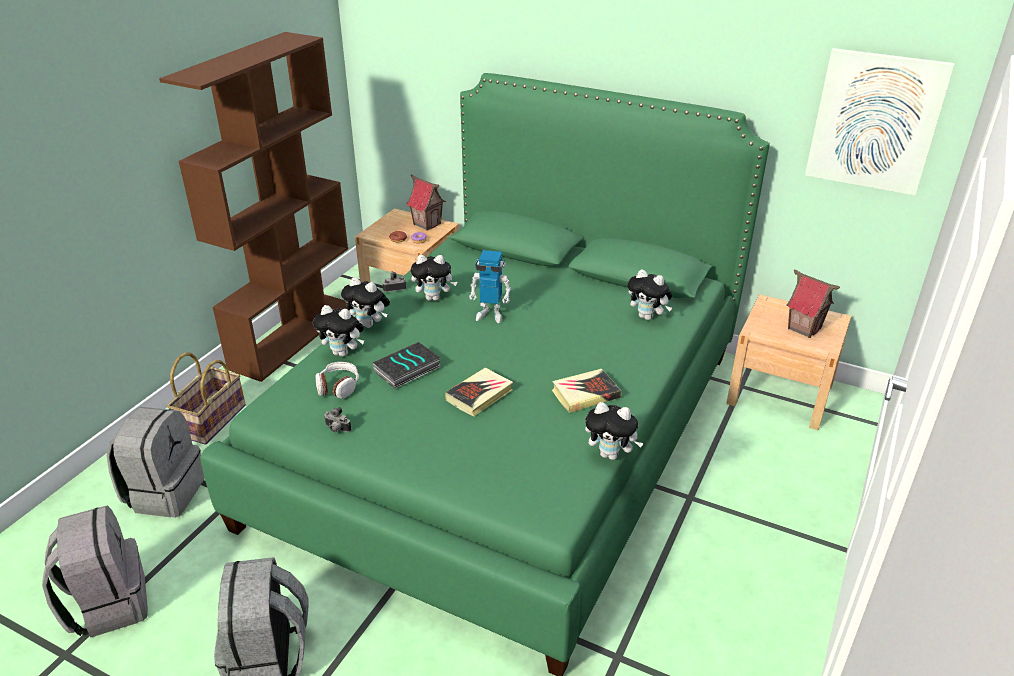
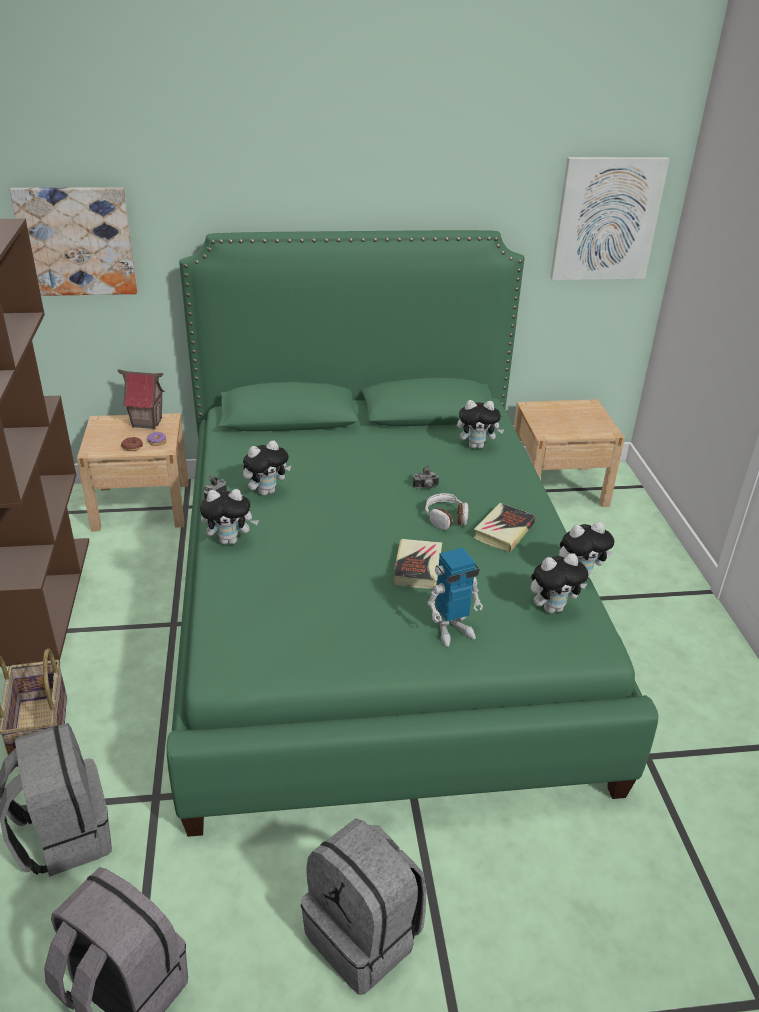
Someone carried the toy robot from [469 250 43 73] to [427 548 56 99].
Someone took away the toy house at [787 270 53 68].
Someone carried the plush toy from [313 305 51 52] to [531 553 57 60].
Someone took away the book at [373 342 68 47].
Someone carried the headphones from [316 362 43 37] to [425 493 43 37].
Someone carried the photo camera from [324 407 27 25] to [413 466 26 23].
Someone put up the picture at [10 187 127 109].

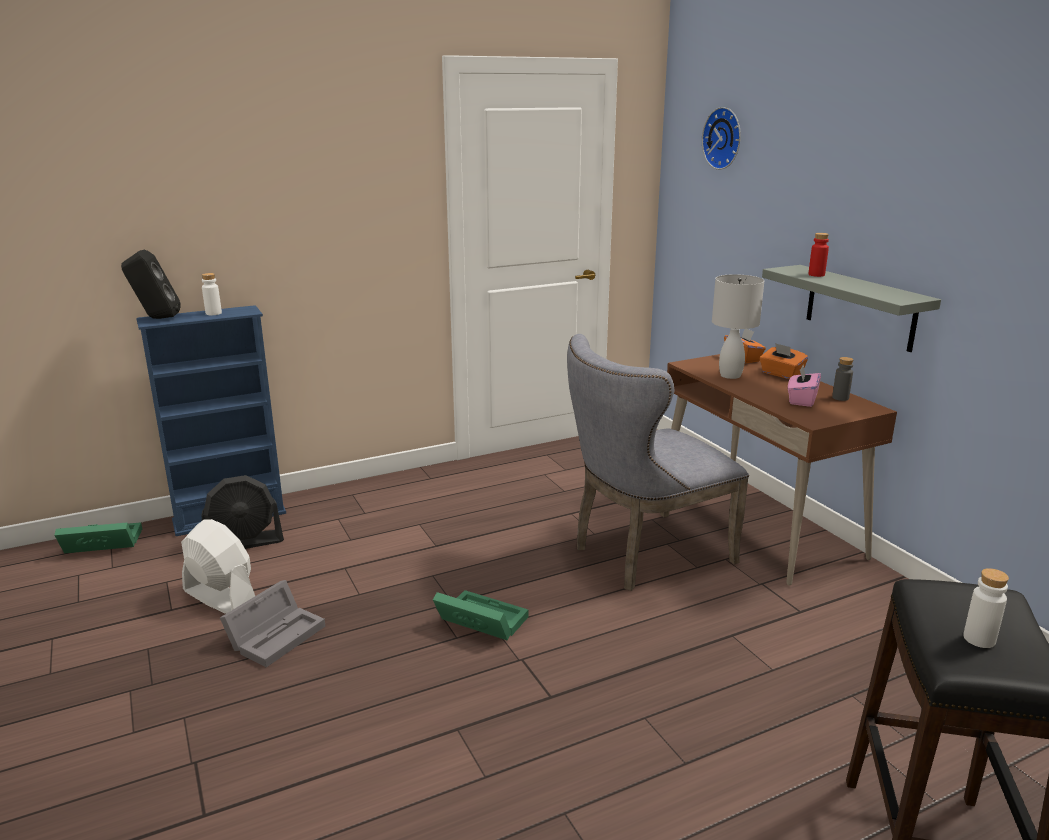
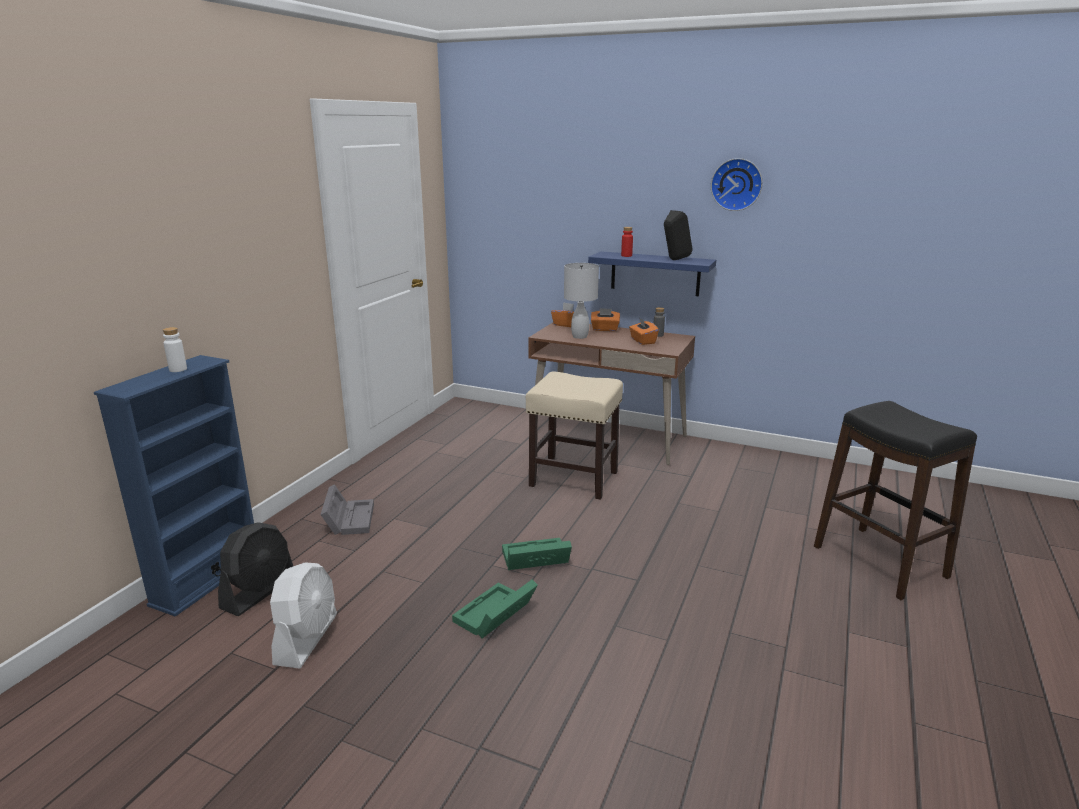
Someone carried the wall clock from [702 107 39 63] to [711 158 52 53].
Someone carried the speaker (black) from [121 249 60 70] to [664 210 29 50].
Someone repainted the shelf (grey) at [762 265 179 87], which became the shelf (blue) at [588 251 128 46].
Someone swapped the chair (grey) at [567 334 182 257] for the stool (beige) at [526 371 97 129].
Someone repainted the tissue box (pink) at [788 366 33 41], which became the tissue box (orange) at [629 318 30 27].
Someone rotated the fan (white) at [181 519 74 95] by 105 degrees clockwise.
Someone carried the storage box (green) from [54 522 88 31] to [452 579 86 60].
Someone took away the bottle (white) at [963 568 46 80].
Someone carried the storage box (grey) from [220 580 105 87] to [320 484 54 51].

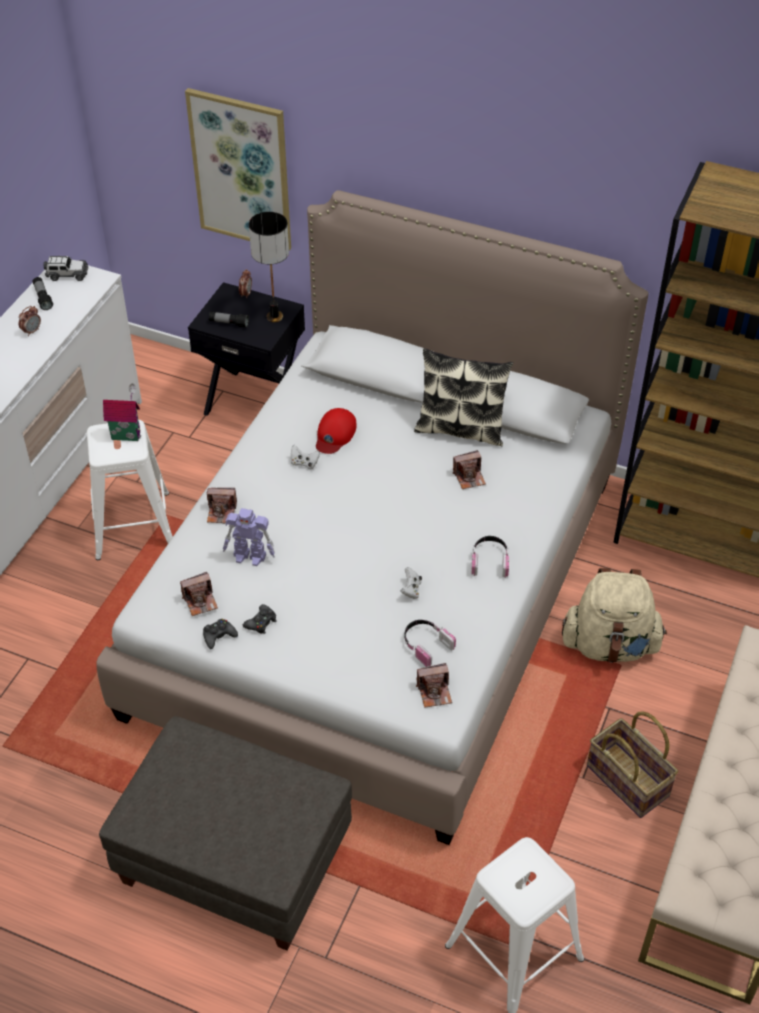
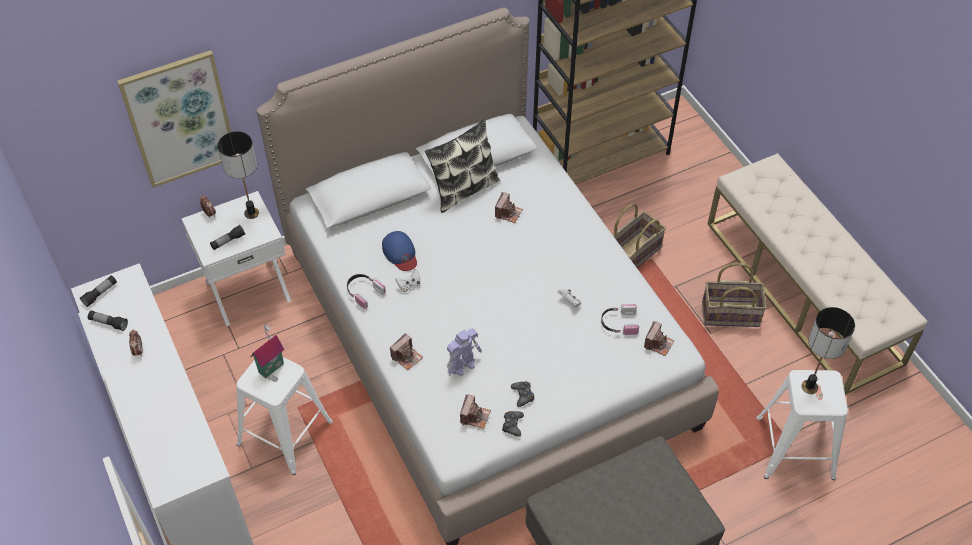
Someone swapped the toy car at [44 256 44 25] for the flashlight at [80 275 37 32].
Someone repainted the nightstand (black) at [188 282 117 134], which became the nightstand (white) at [182 191 109 135].
Someone repainted the cap (red) at [316 408 40 46], which became the cap (blue) at [382 231 35 40].
Someone carried the headphones from [471 536 38 41] to [347 274 39 35].
Someone swapped the backpack (beige) at [562 568 105 95] for the basket at [613 203 53 64].
Someone put down the table lamp at [802 307 53 87].

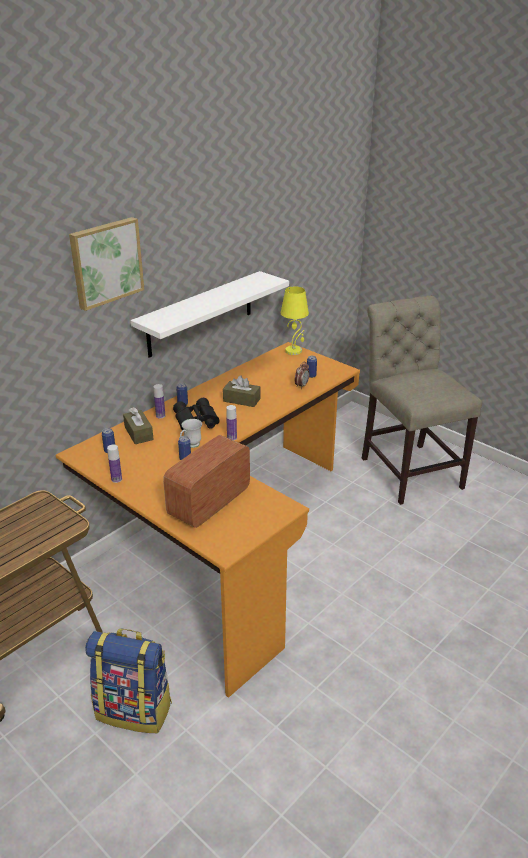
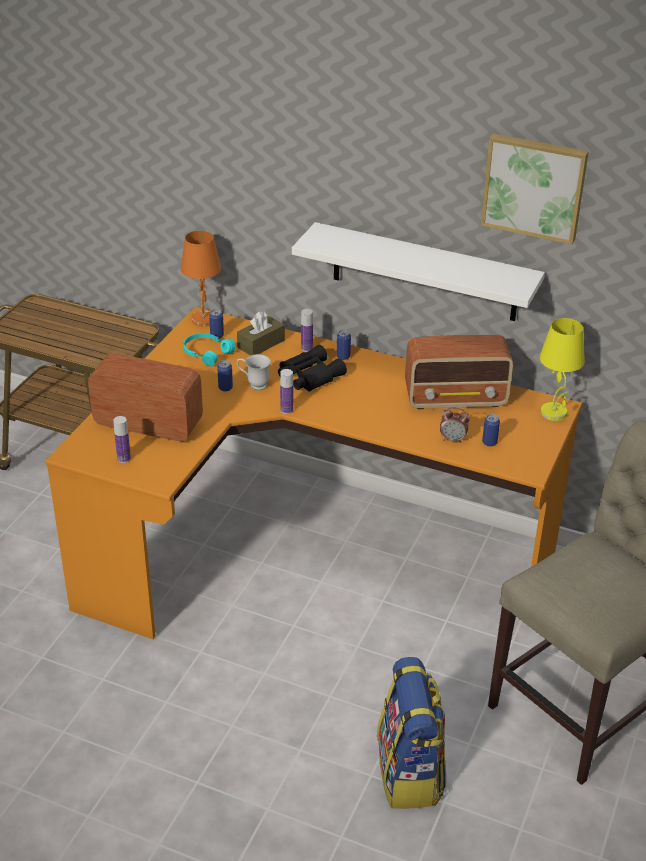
Someone carried the picture from [69 217 75 94] to [481 133 108 112].
Someone took away the tissue box (brown) at [223 375 37 32].
Someone carried the bottle from [107 445 15 38] to [113 416 18 47].
Someone carried the backpack from [85 628 87 105] to [377 657 69 152].
Someone put down the table lamp (orange) at [181 231 40 95].
Someone put down the headphones (turquoise) at [183 333 52 34].
Someone put down the radio at [405 335 108 74].

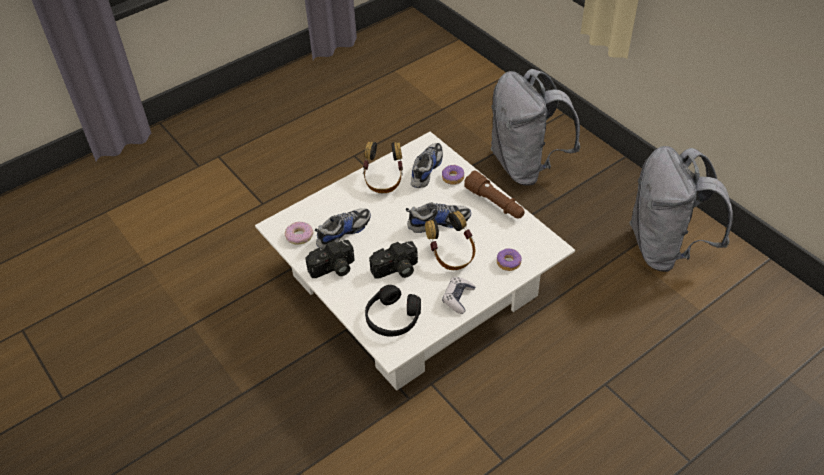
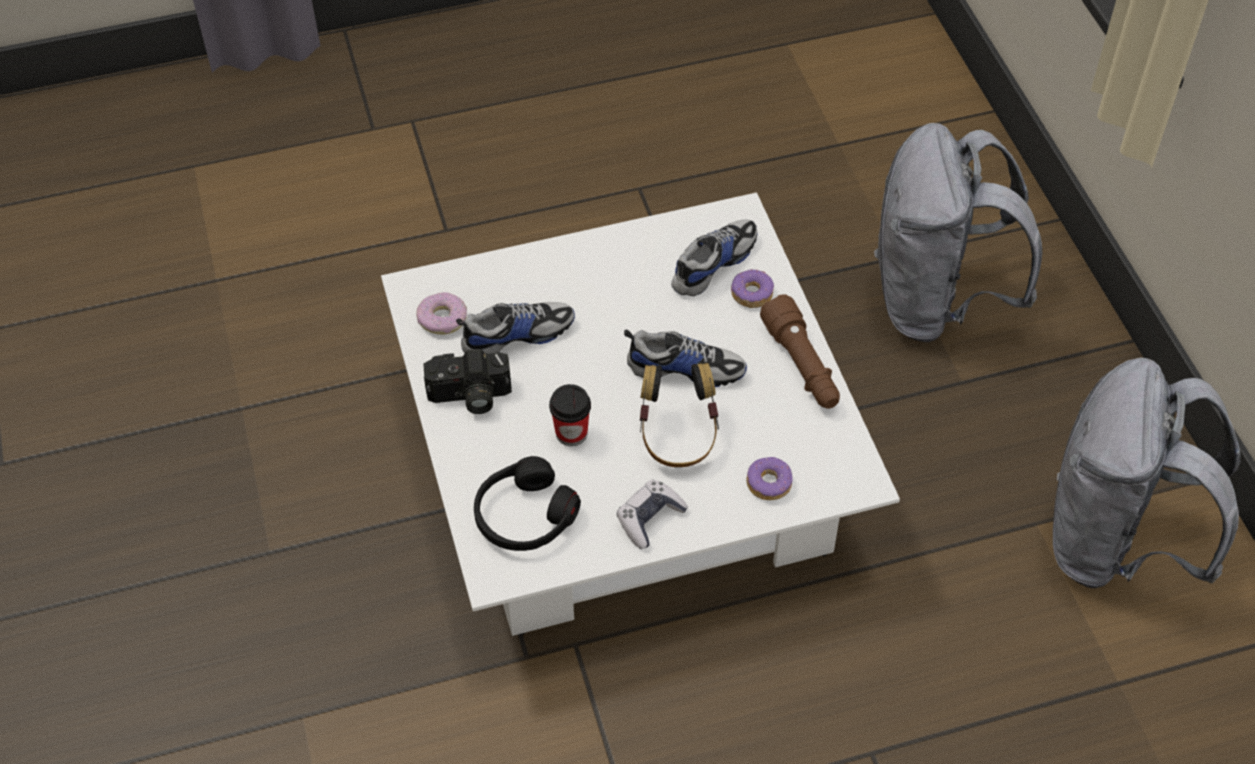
Someone took away the headphones at [363 142 40 51].
Someone swapped the photo camera at [369 241 49 37] for the cup at [549 384 42 62].

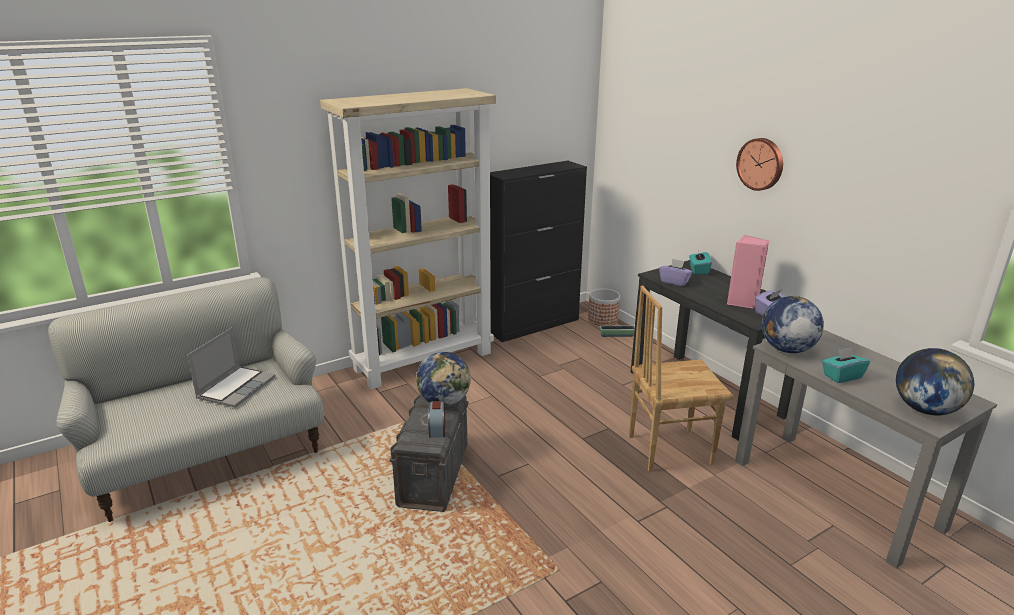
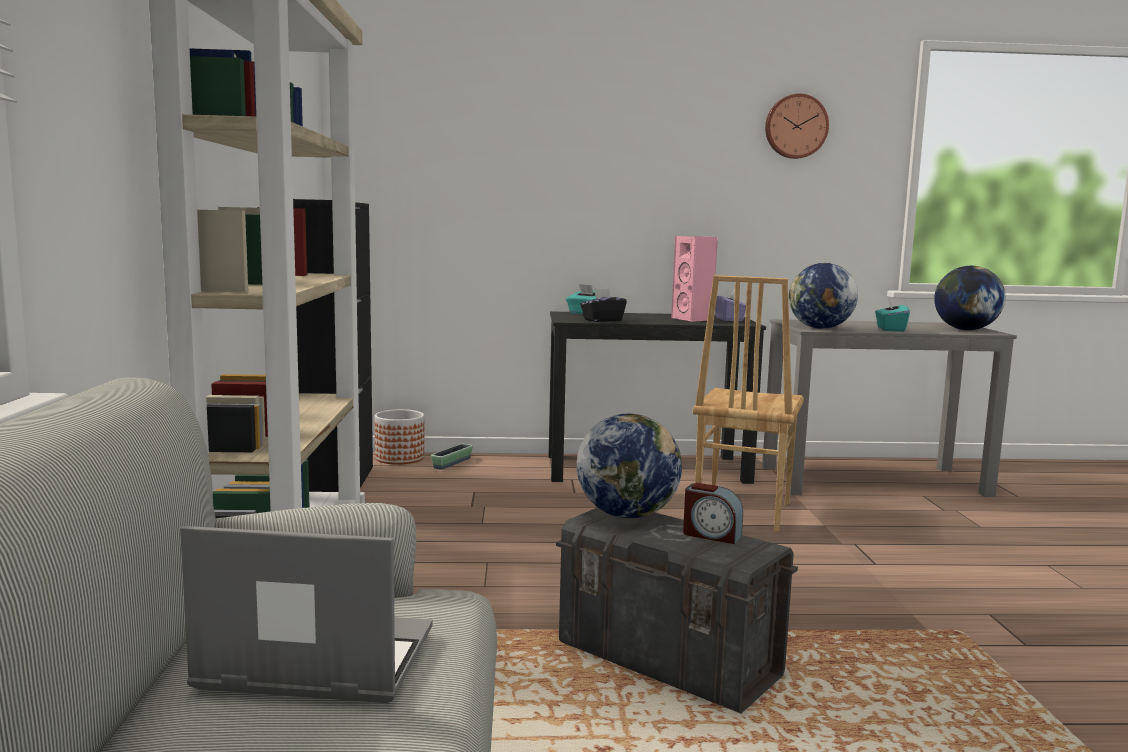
Someone carried the wall clock from [736 138 47 53] to [765 94 64 65].
Someone repainted the tissue box (purple) at [659 258 34 28], which became the tissue box (black) at [580 288 47 34].
Someone rotated the laptop at [187 327 89 81] by 45 degrees counterclockwise.

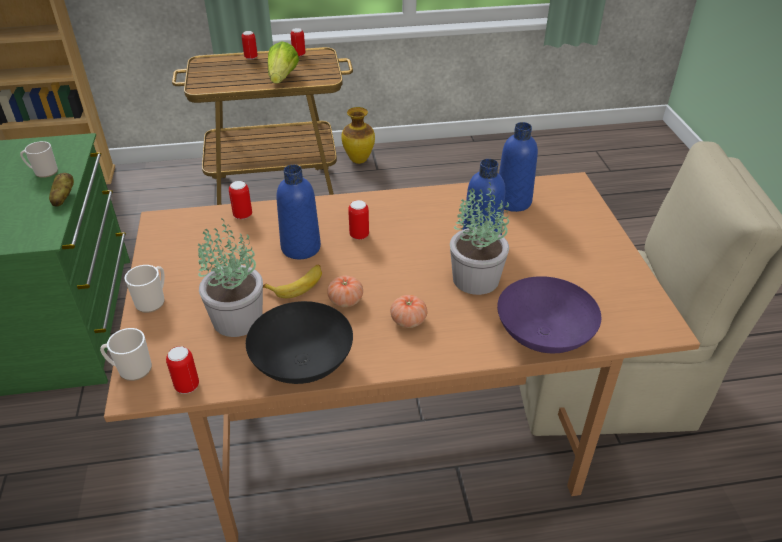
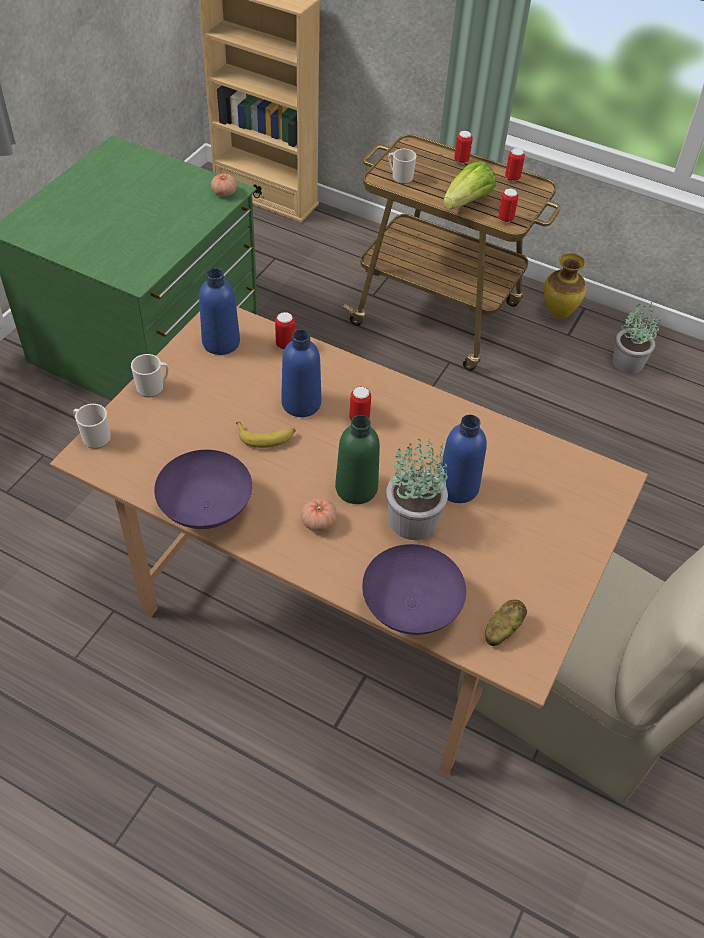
Someone carried the bottle (blue) from [499 122 39 90] to [199 268 41 87].
Someone carried the mug from [20 141 38 37] to [388 149 28 35].
Someone carried the potato from [49 173 25 34] to [486 600 41 46].
Someone carried the potted plant from [197 218 66 119] to [613 302 48 72].
Someone carried the tomato from [327 276 36 31] to [211 174 26 22].
Someone repainted the bowl (black) at [246 301 107 83], which became the bowl (purple) at [154 450 98 79].
Someone carried the can from [166 346 33 48] to [498 189 20 34].
Someone put down the bottle (green) at [335 415 45 89].

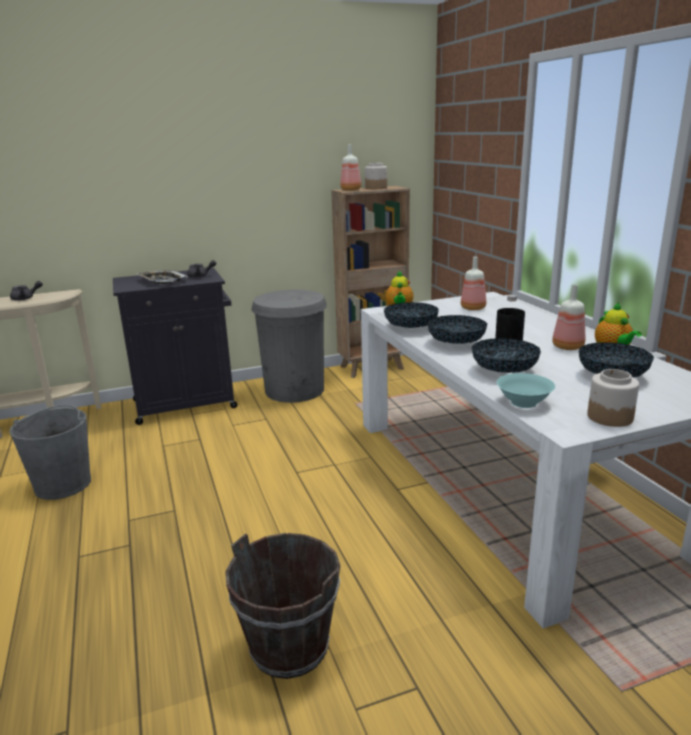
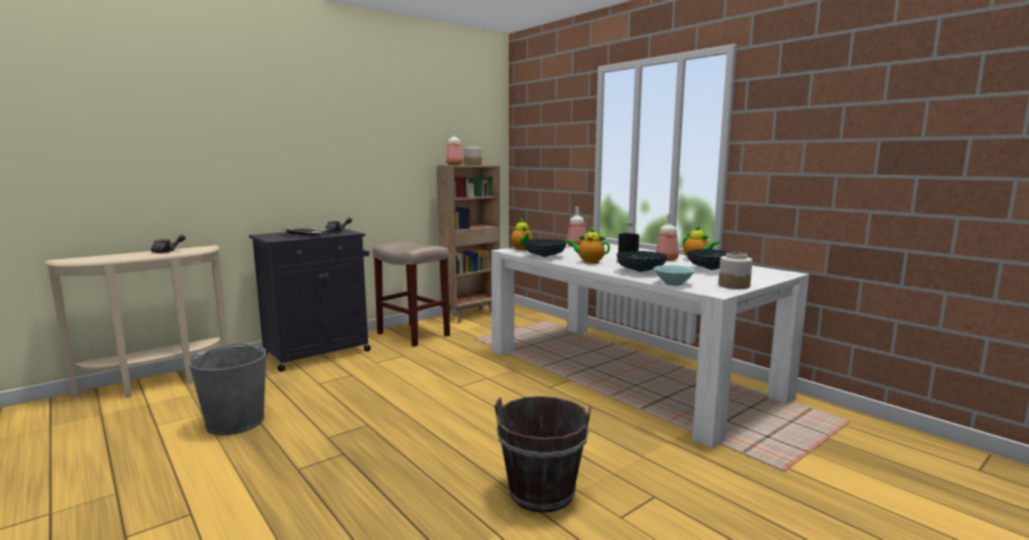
Someone swapped the trash can (grey) at [251 290 76 113] for the stool (beige) at [373 241 77 106].
Someone swapped the bowl at [427 315 60 29] for the teapot at [566 226 44 38].

